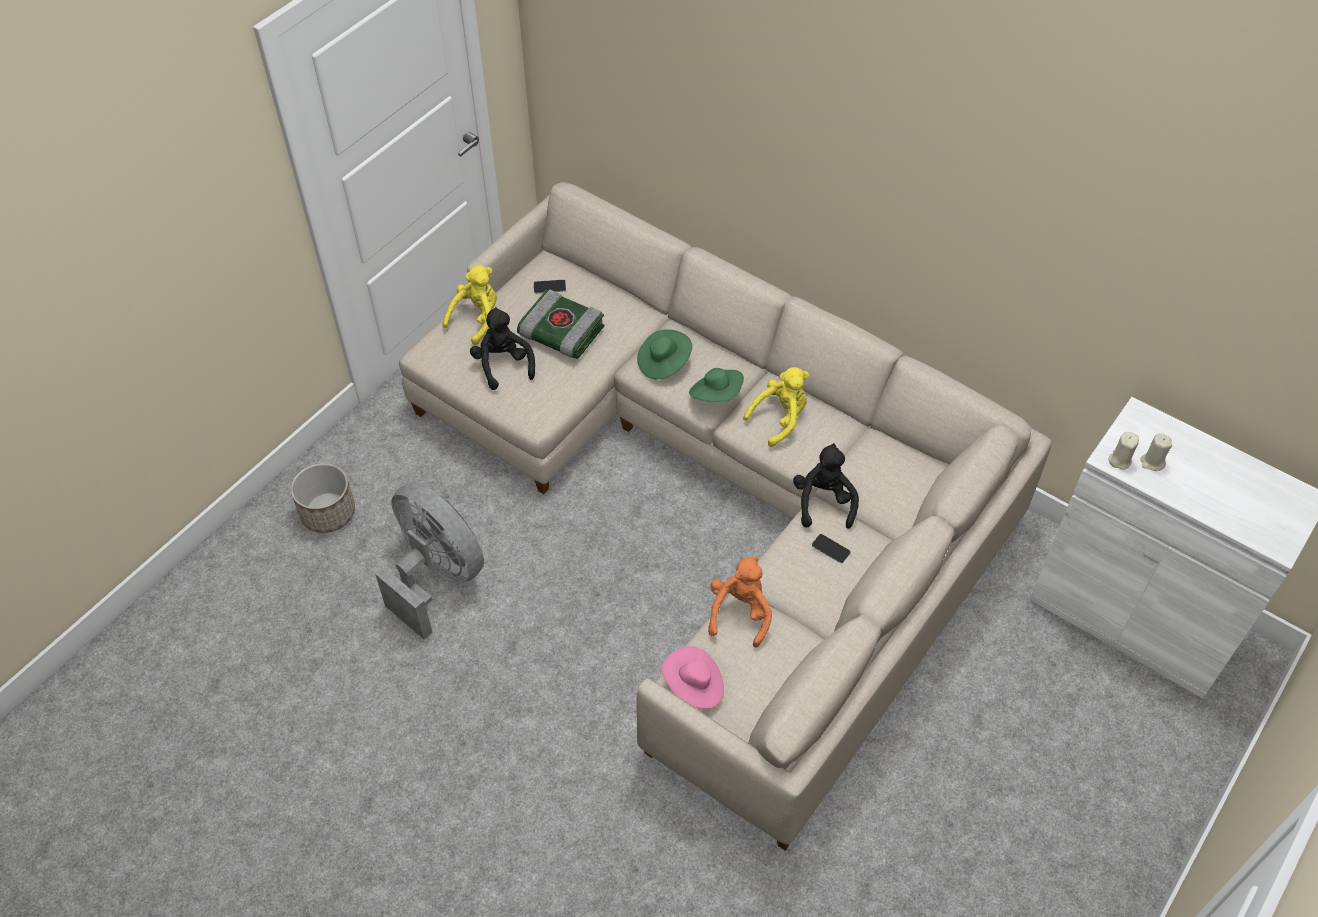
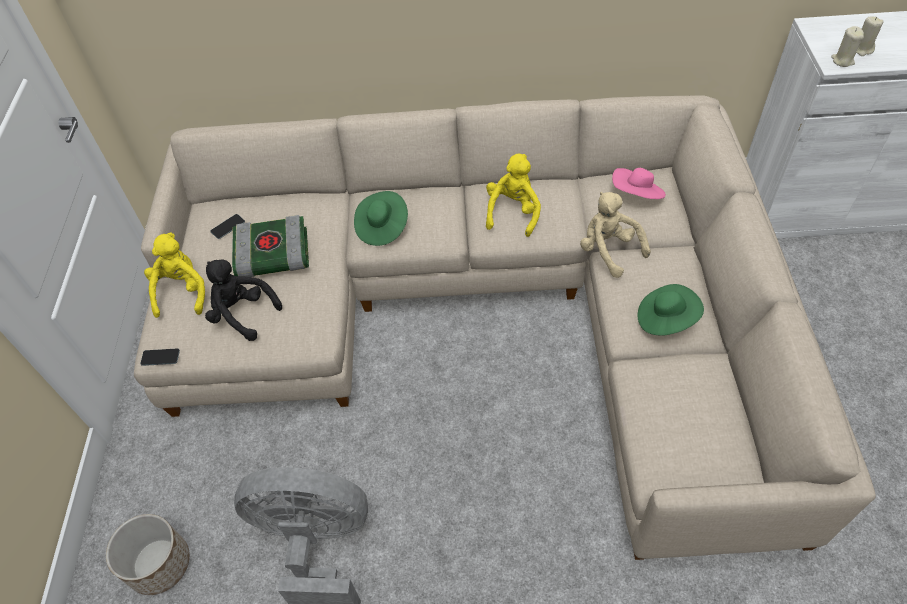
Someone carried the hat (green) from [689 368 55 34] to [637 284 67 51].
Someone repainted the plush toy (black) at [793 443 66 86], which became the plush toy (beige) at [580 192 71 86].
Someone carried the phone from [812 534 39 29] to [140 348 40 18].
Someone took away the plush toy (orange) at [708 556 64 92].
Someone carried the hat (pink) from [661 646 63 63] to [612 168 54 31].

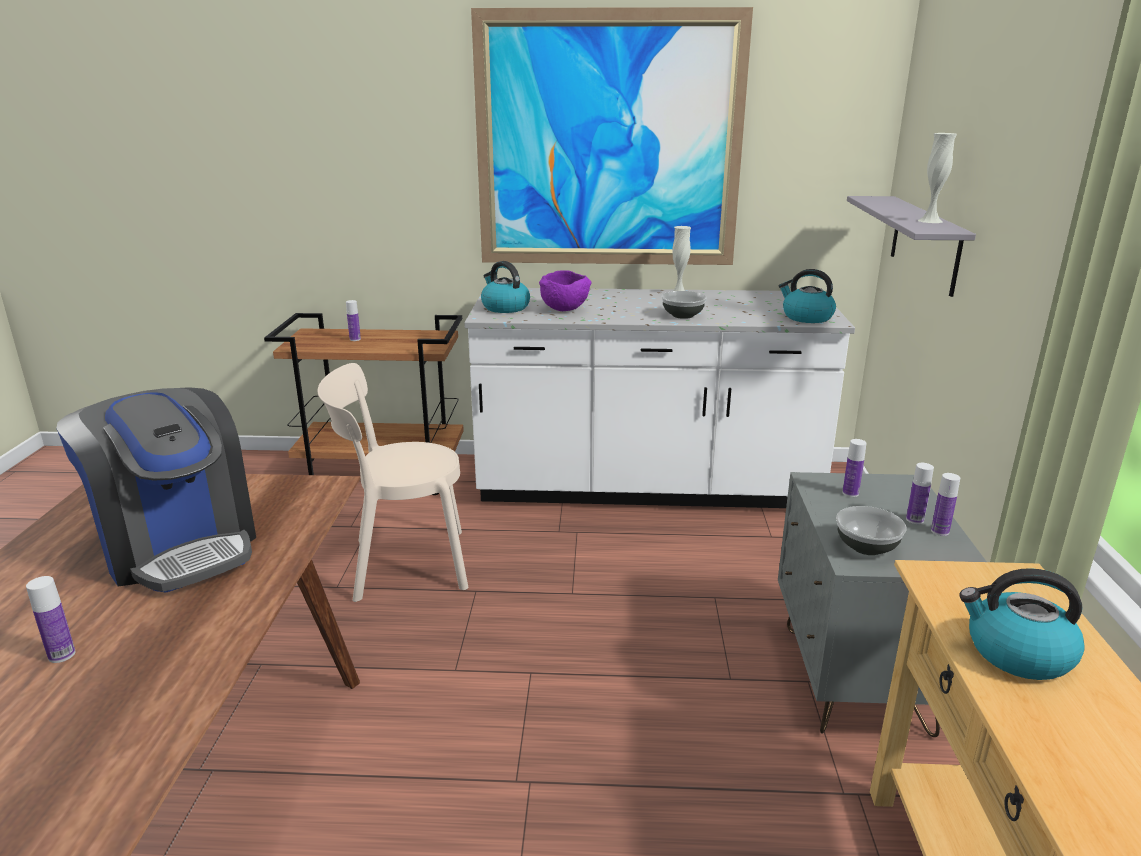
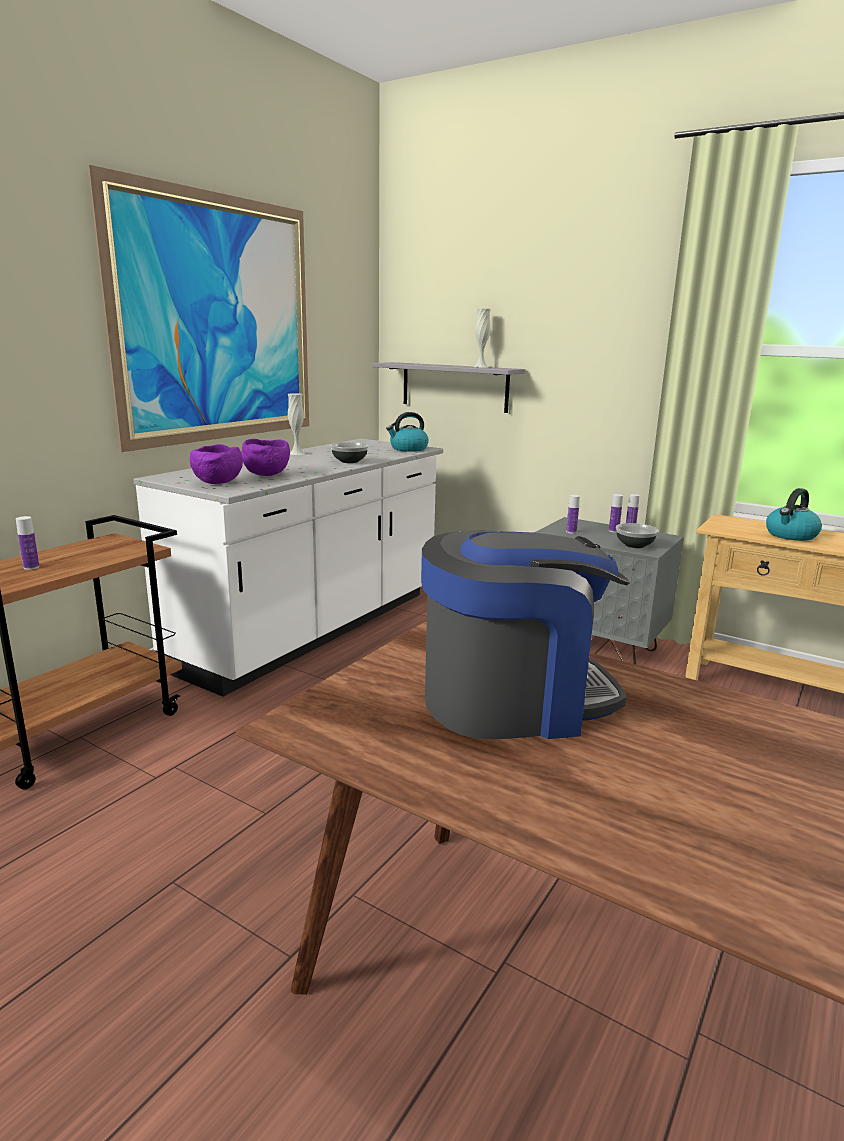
Someone swapped the kettle at [481 261 49 52] for the bowl (purple) at [190 444 53 40].
Someone took away the chair (beige) at [318 363 150 239].
Someone took away the bottle at [26 576 50 87].

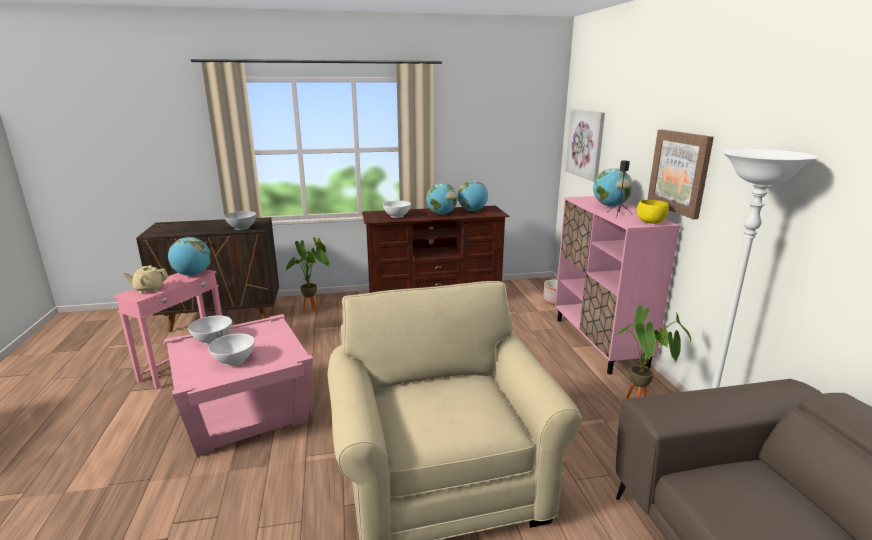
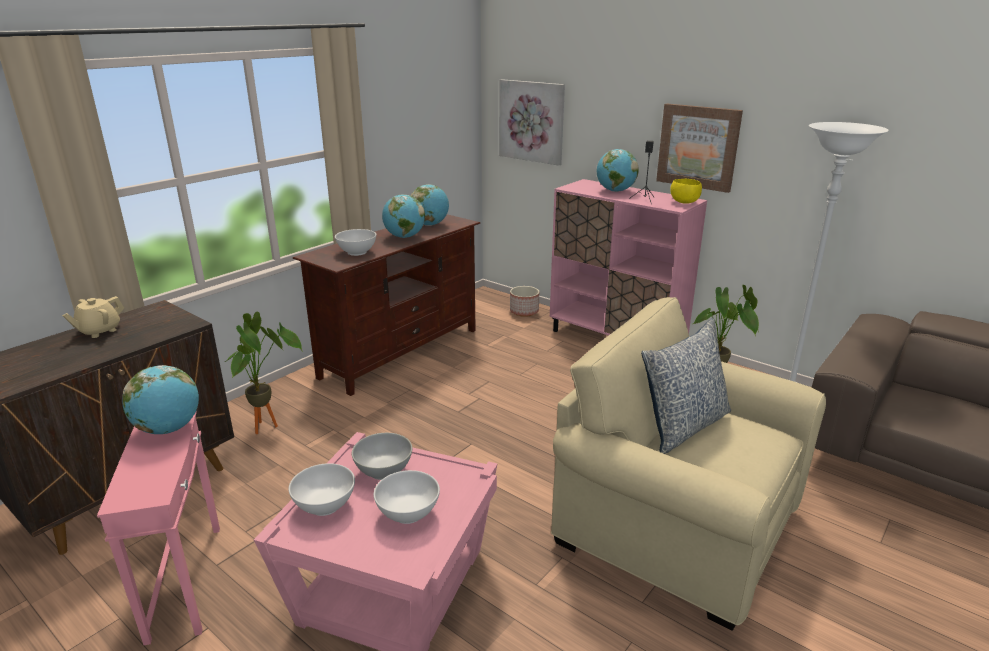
Someone carried the bowl (white) from [224 211 33 19] to [352 433 60 47].
Someone carried the teapot (beige) from [123 265 46 28] to [62 296 62 42].
Someone put down the pillow at [641 318 90 136].

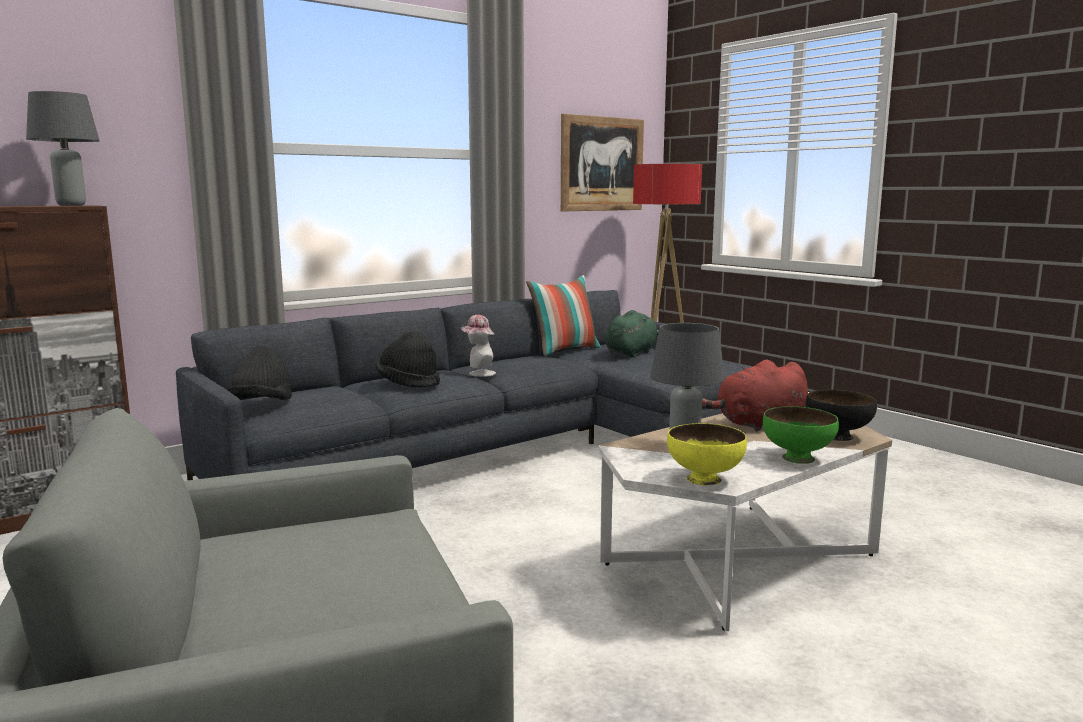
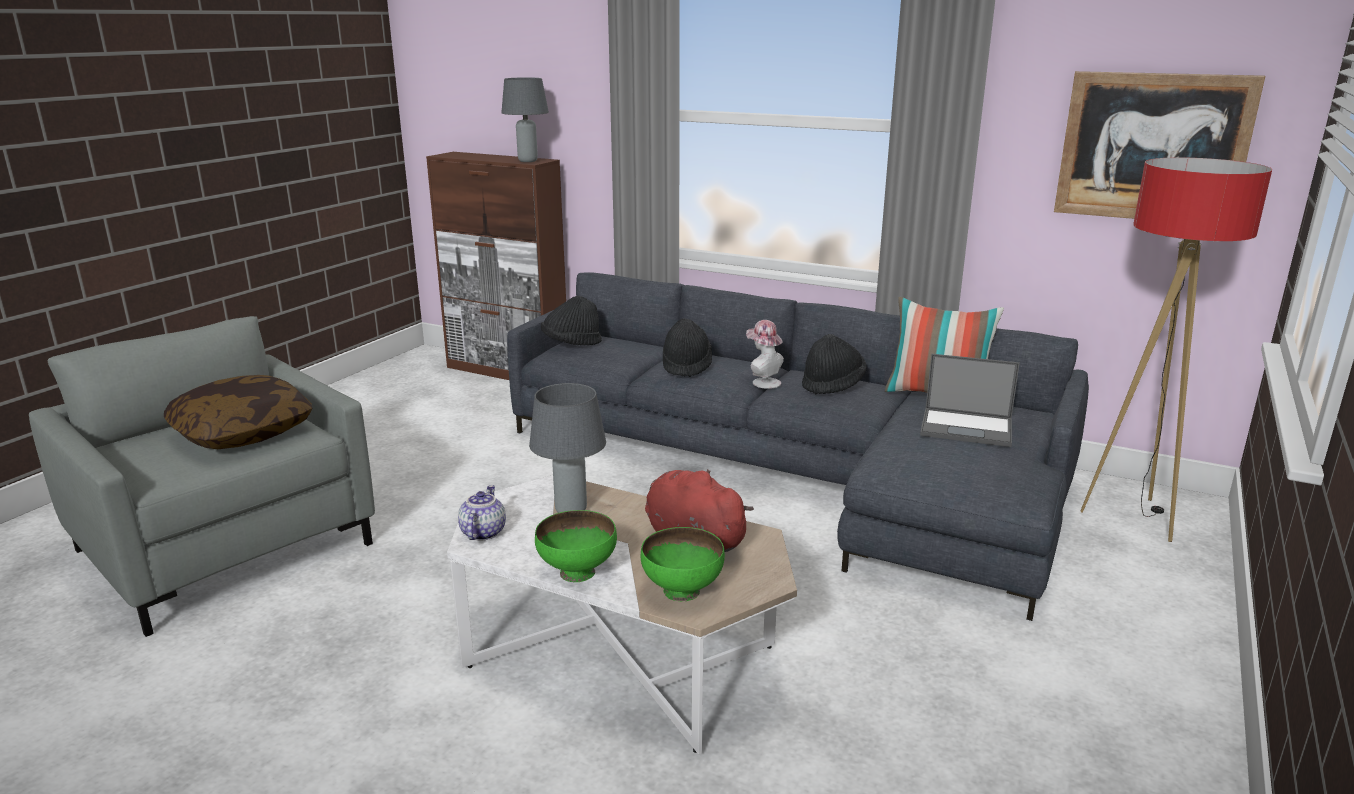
Someone swapped the plush toy (green) at [605 310 54 47] for the laptop at [920 354 100 93].
Someone repainted the bowl (black) at [806 389 71 52], which became the bowl (green) at [640 527 85 74].
Someone swapped the bowl (yellow) at [667 423 80 62] for the teapot at [458 485 48 56].
Someone put down the hat (black) at [802 334 65 60].
Someone put down the pillow at [164 375 149 74].

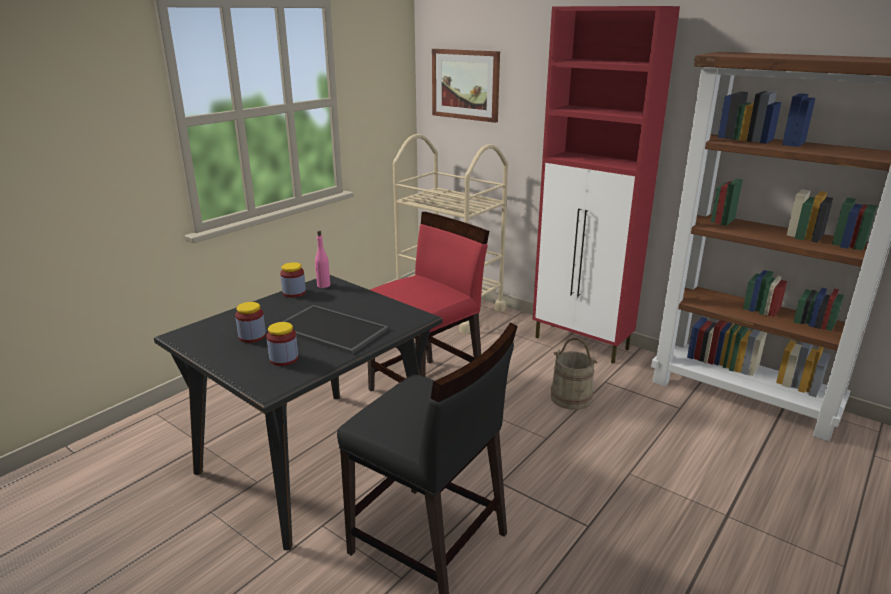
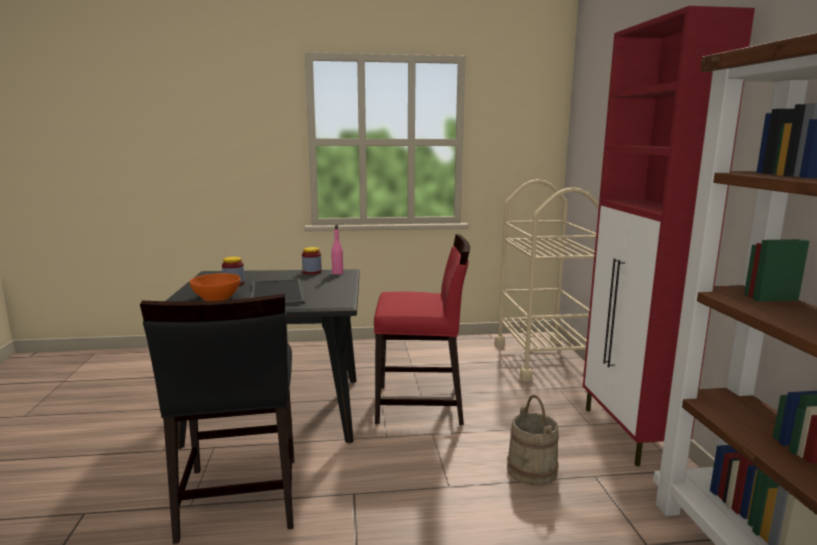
Someone took away the picture at [432 49 68 74].
Someone swapped the jar at [266 322 32 44] for the bowl (orange) at [189 273 52 28].

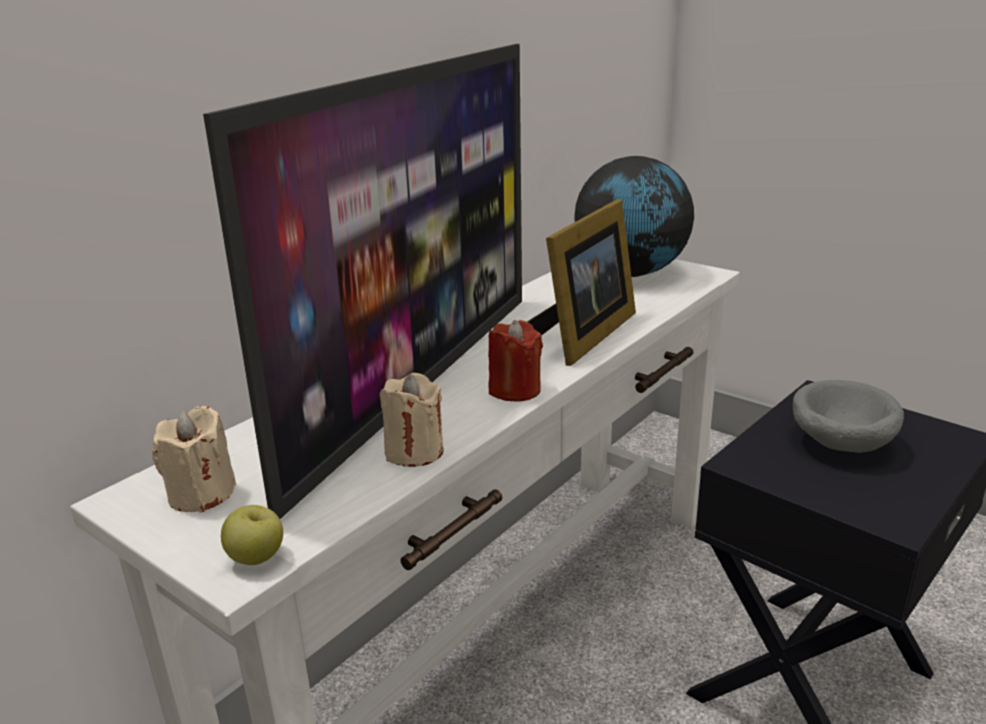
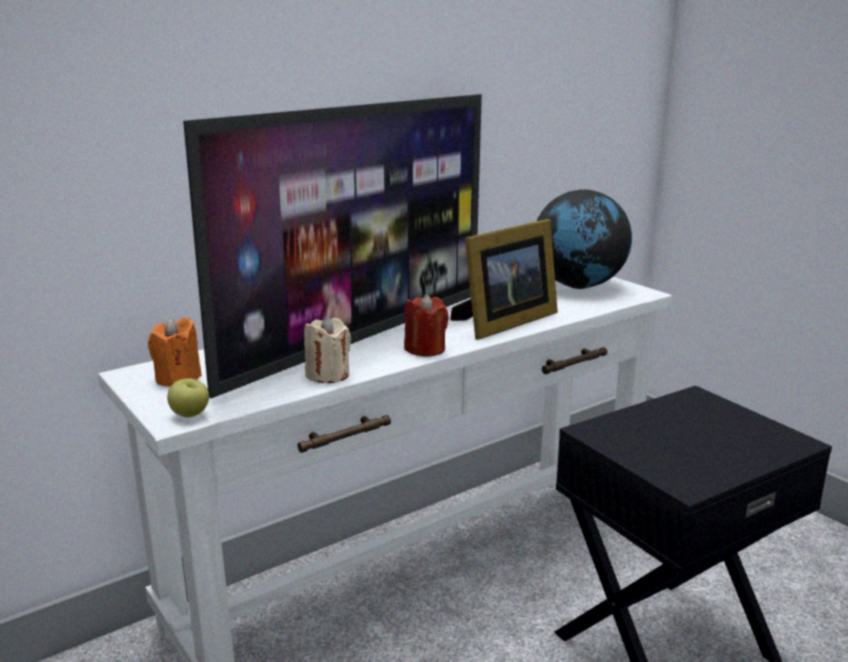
Someone took away the bowl (grey) at [793 380 111 73].
Someone repainted the candle (beige) at [152 406 84 107], which became the candle (orange) at [148 317 54 70].

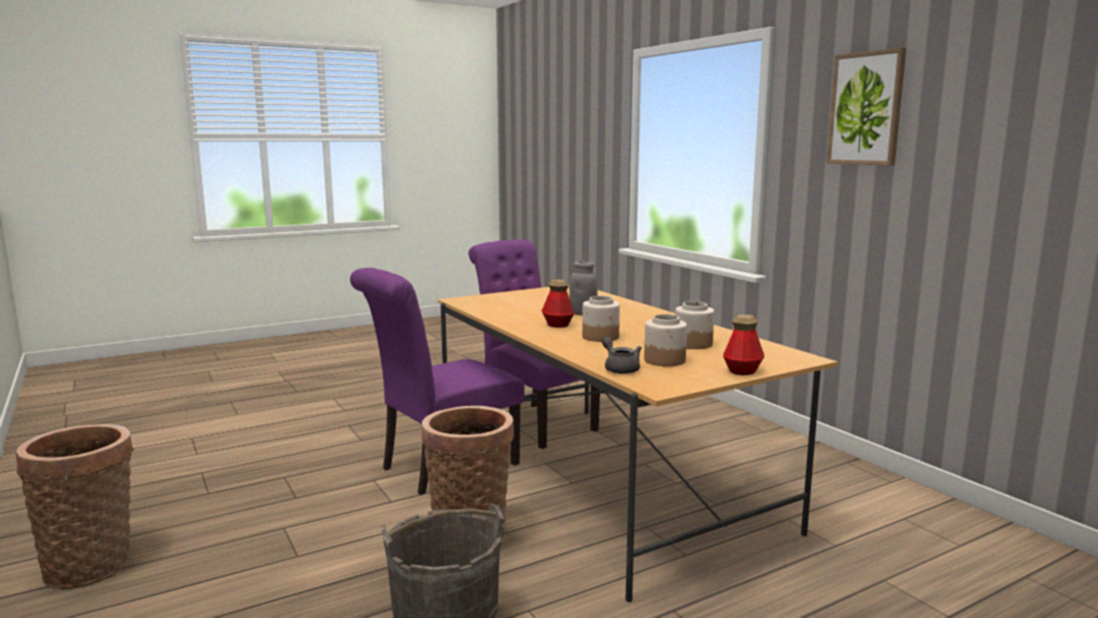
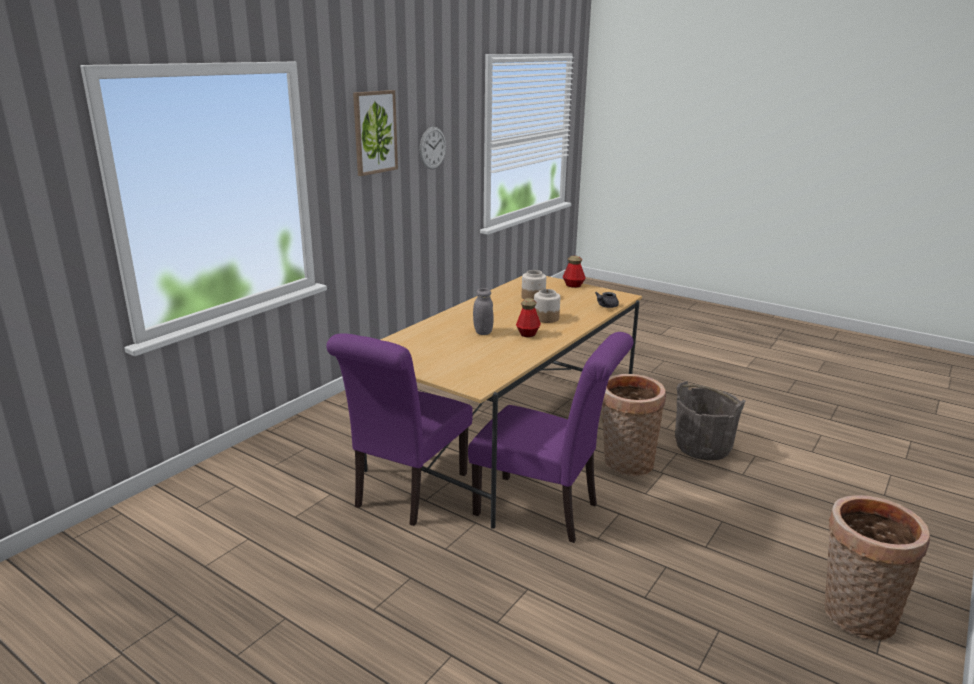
Someone took away the jar at [644 314 43 53].
Someone put up the wall clock at [420 127 26 42].

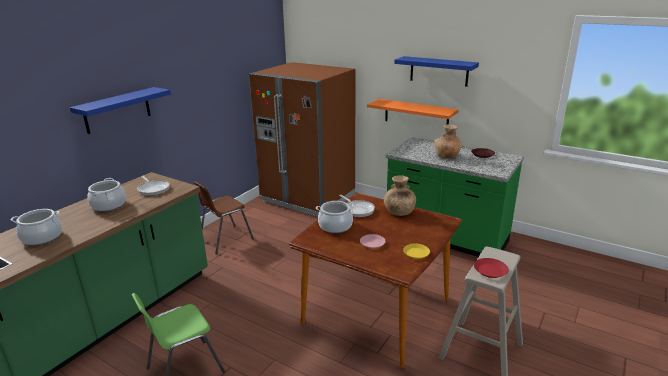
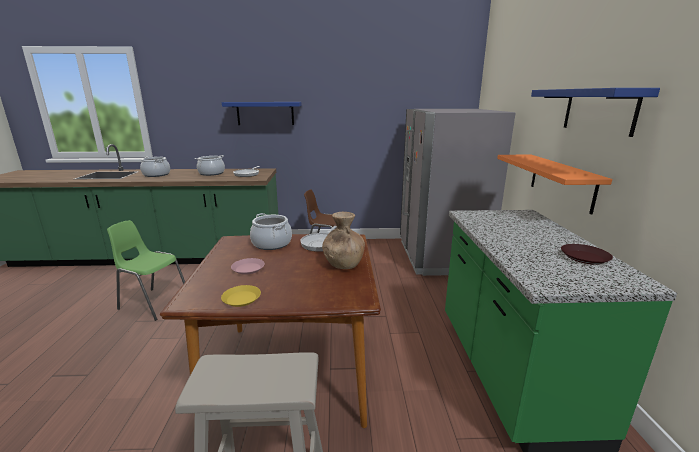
Someone repainted the fridge (brown) at [249 62 106 155], which became the fridge (grey) at [400 109 116 167].
Someone took away the vase (brown) at [434 124 29 35].
Someone took away the plate (red) at [474 258 35 20].

